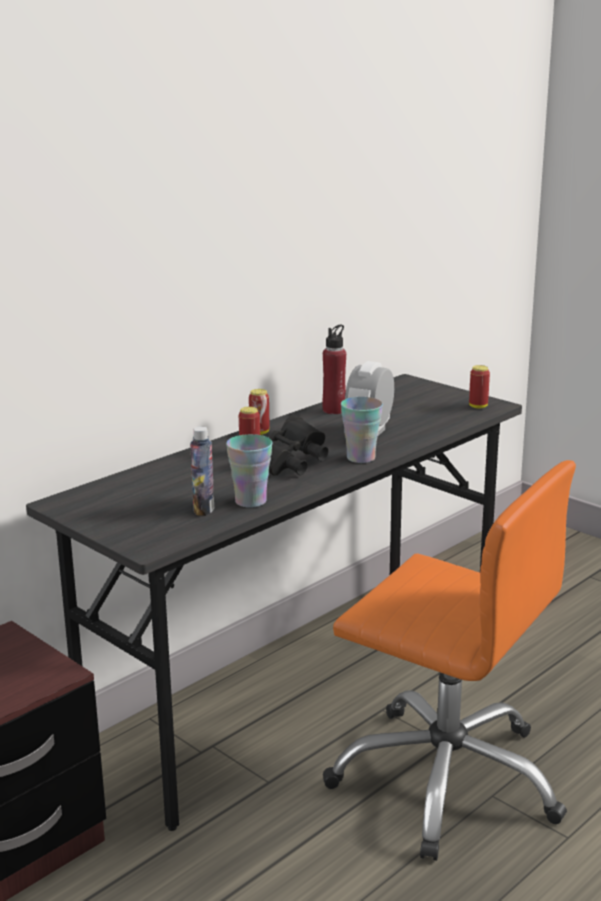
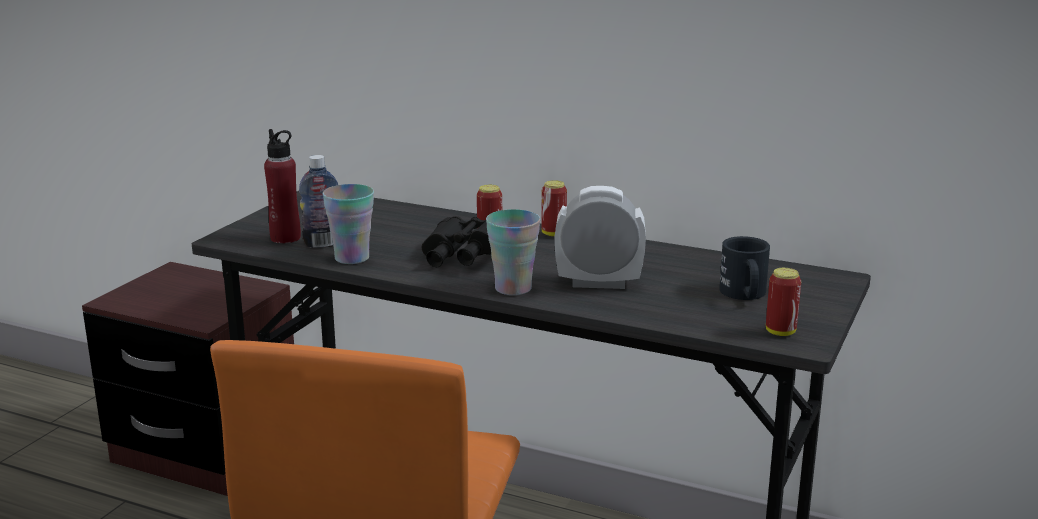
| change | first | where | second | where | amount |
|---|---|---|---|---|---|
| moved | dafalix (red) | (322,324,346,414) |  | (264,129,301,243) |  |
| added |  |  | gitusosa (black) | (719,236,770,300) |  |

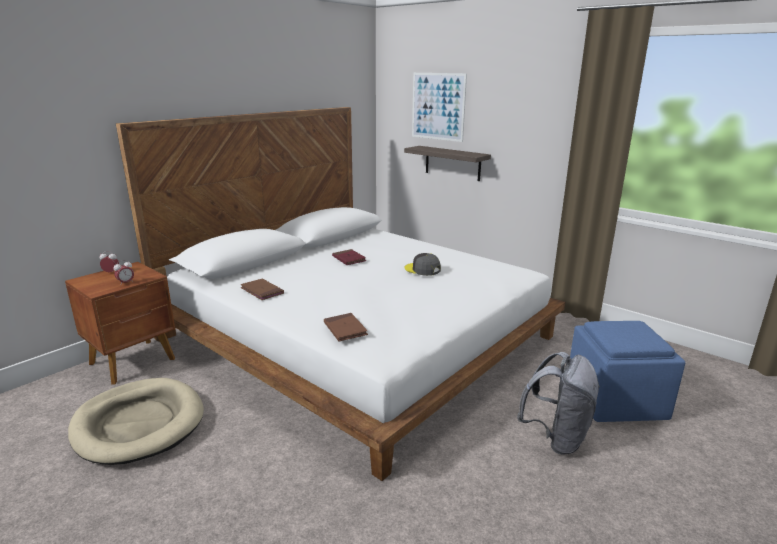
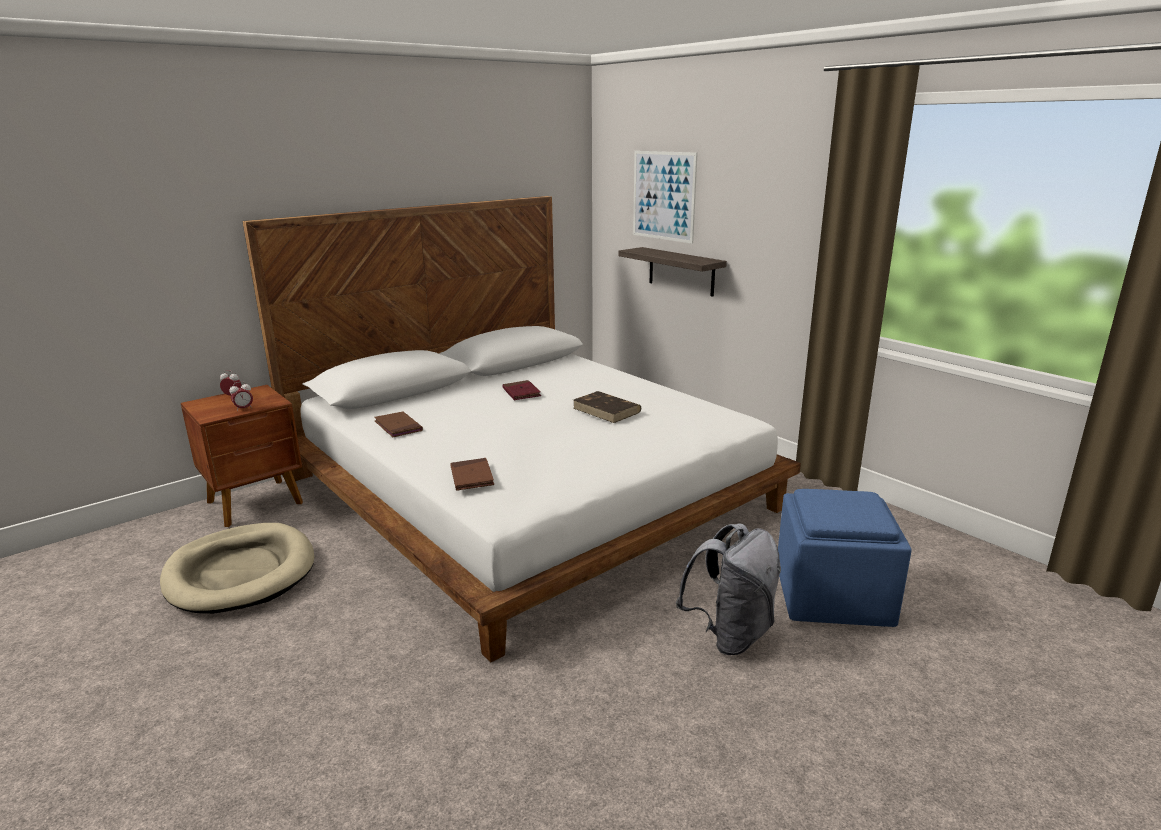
| change | first | where | second | where | amount |
|---|---|---|---|---|---|
| replaced | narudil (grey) | (404,253,441,276) | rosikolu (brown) | (573,391,641,423) |  |

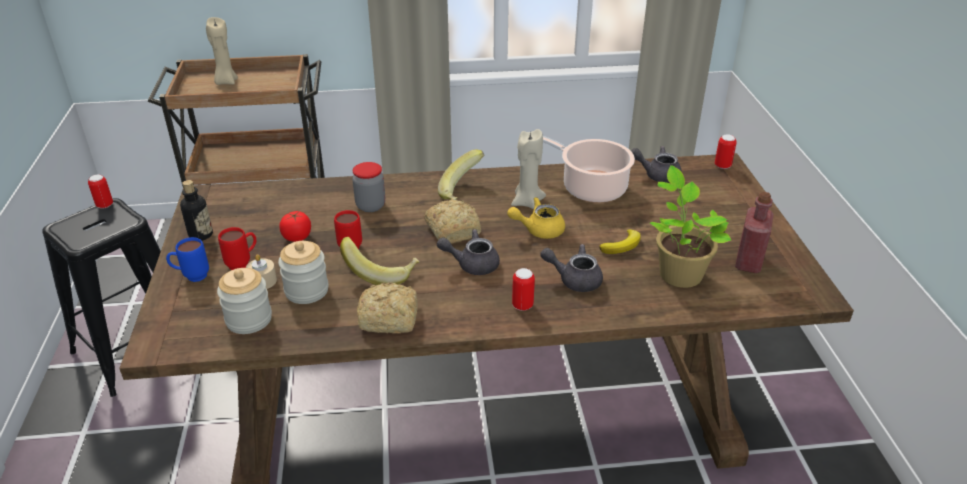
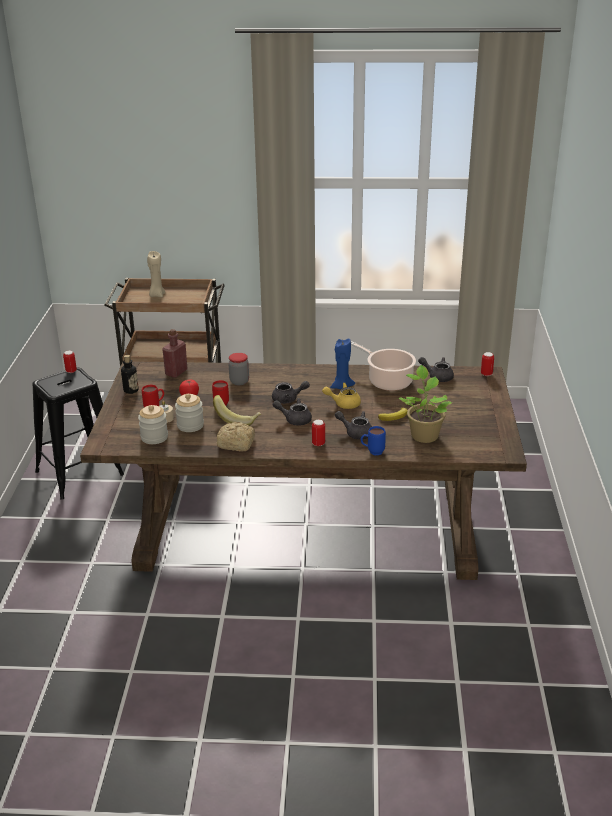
| change | first | where | second | where | amount |
|---|---|---|---|---|---|
| moved | gitusosa (blue) | (166,237,209,282) |  | (361,426,386,455) |  |
| replaced | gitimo | (424,199,481,244) | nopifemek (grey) | (272,381,310,404) |  |
| removed | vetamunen | (438,149,484,200) |  |  |  |
| recoloured | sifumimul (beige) | (511,129,546,209) | sifumimul (blue) | (330,338,355,389) |  |
| moved | dafalix (red) | (735,192,773,273) |  | (162,329,188,378) |  |

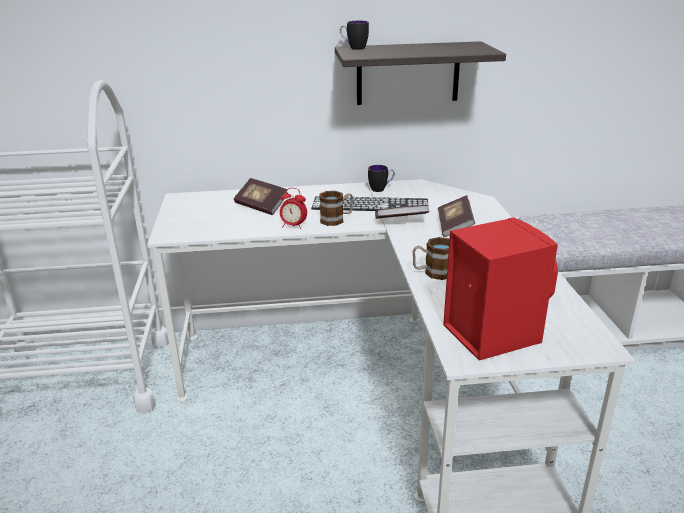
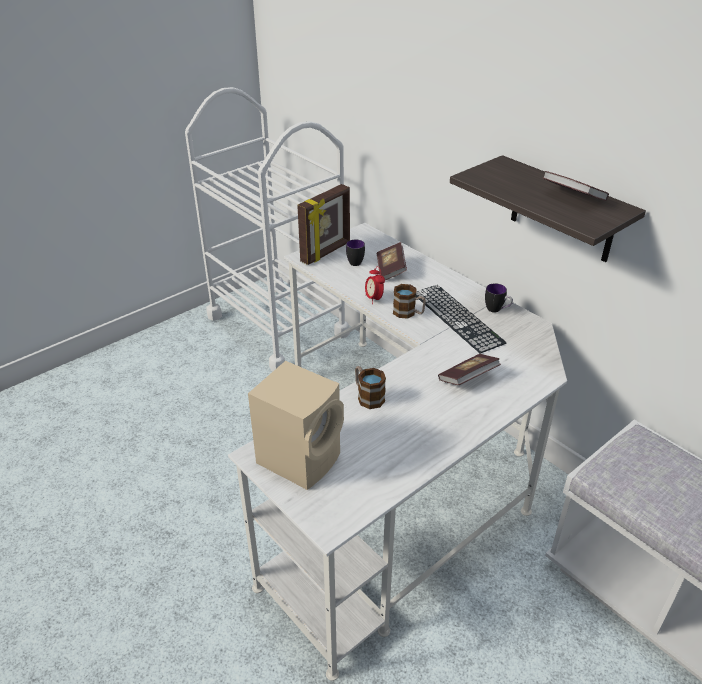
| change | first | where | second | where | amount |
|---|---|---|---|---|---|
| moved | gitusosa | (340,21,369,50) |  | (346,239,365,266) |  |
| moved | rosikolu | (375,205,429,219) |  | (543,171,609,201) |  |
| recoloured | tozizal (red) | (443,217,558,361) | tozizal (beige) | (248,361,344,490) |  |
| added |  |  | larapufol | (297,184,350,265) |  |

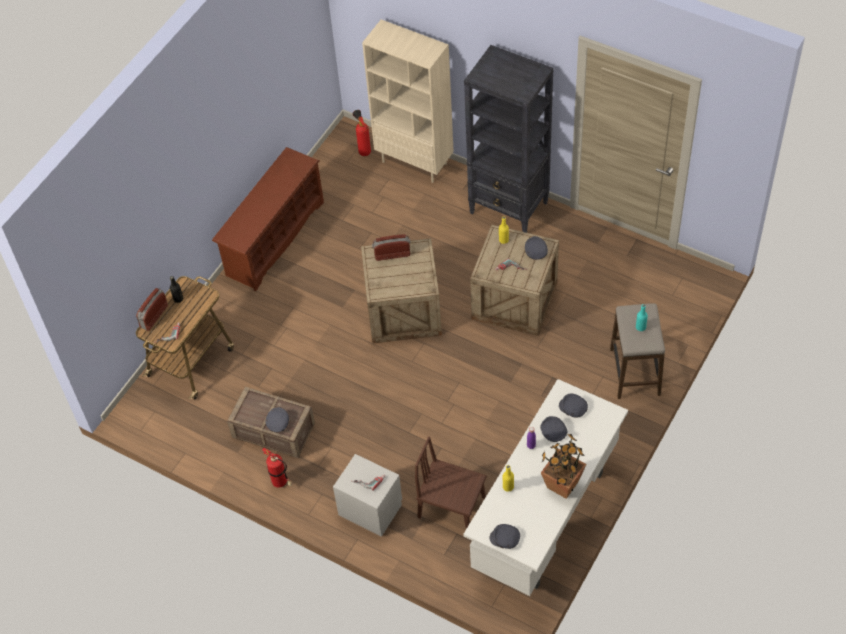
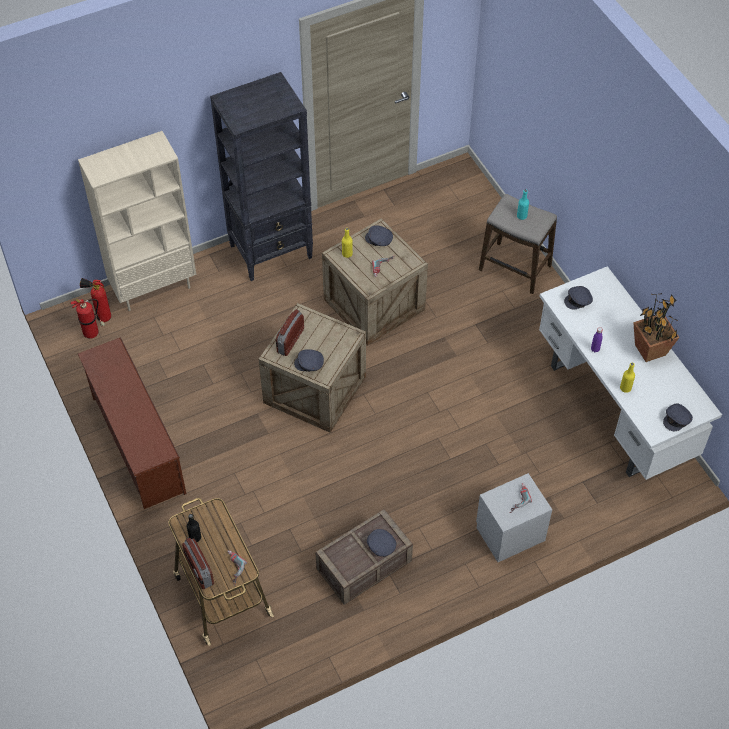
| change | first | where | second | where | amount |
|---|---|---|---|---|---|
| moved | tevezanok | (262,448,292,487) |  | (70,299,105,339) |  |
| removed | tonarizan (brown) | (415,436,487,529) |  |  |  |
| moved | narudil (grey) | (540,416,567,442) |  | (294,349,324,372) |  |

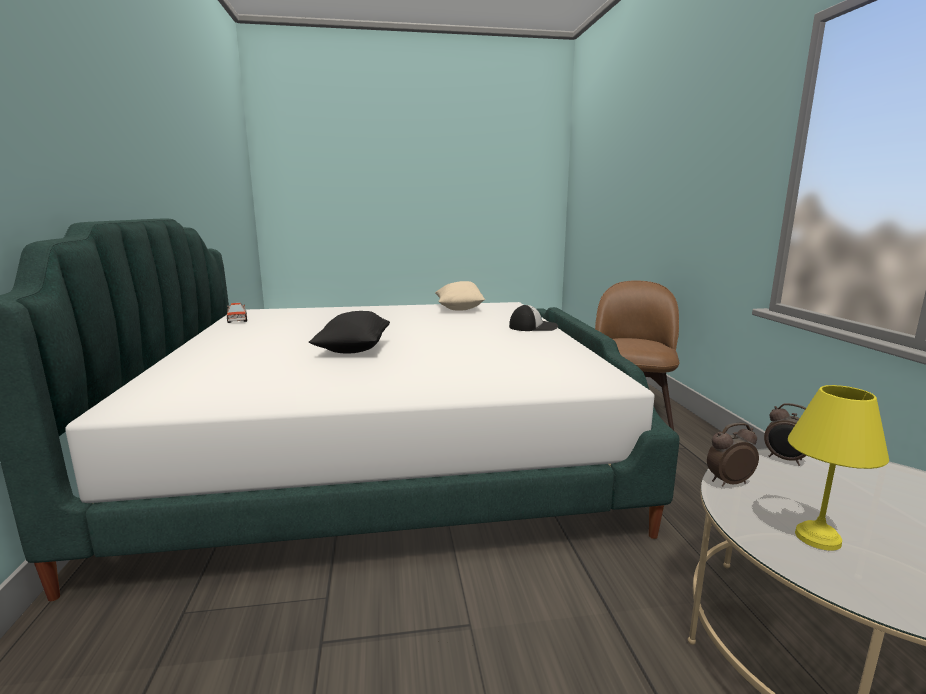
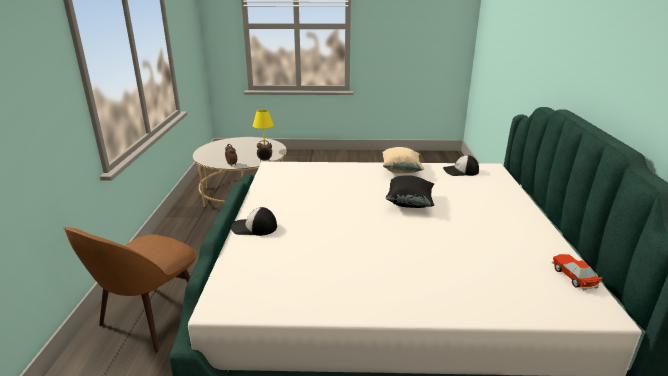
| change | first | where | second | where | amount |
|---|---|---|---|---|---|
| moved | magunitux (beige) | (435,281,485,311) |  | (382,147,425,173) |  |
| added |  |  | narudil | (443,155,479,176) |  |

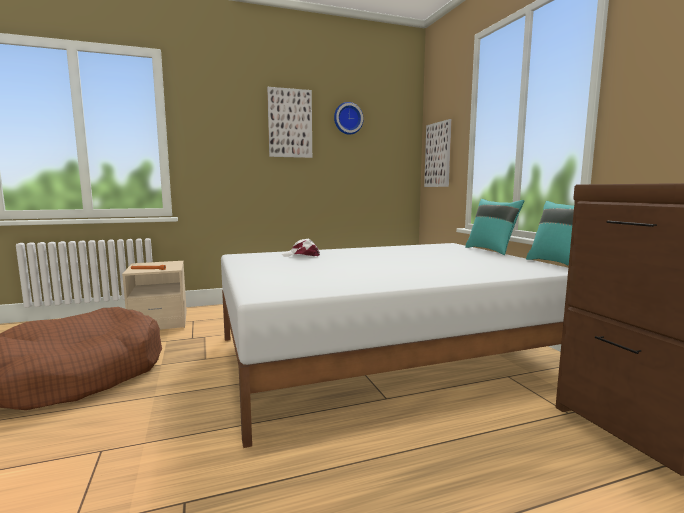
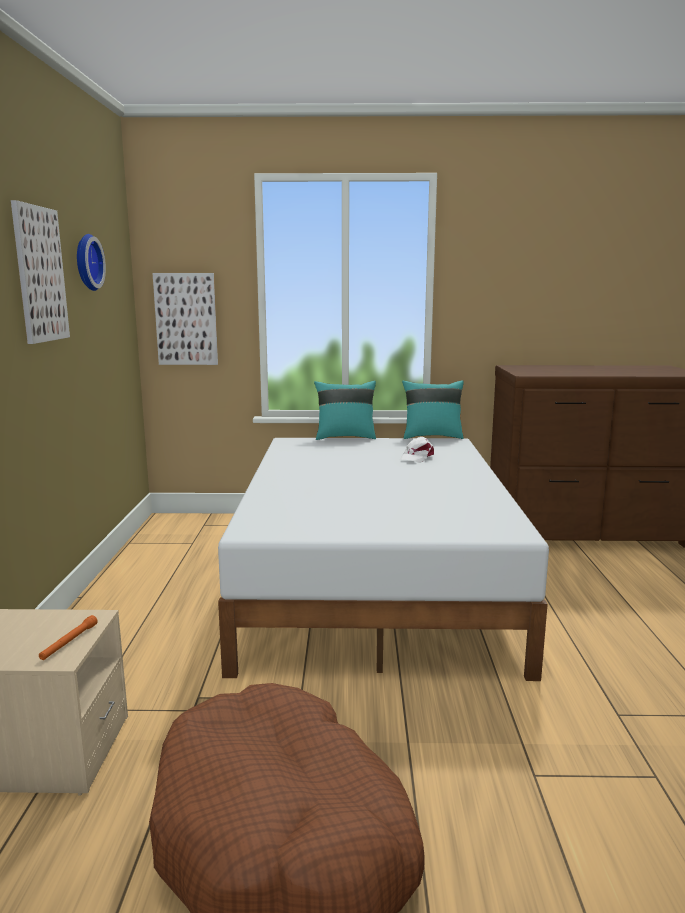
| change | first | where | second | where | amount |
|---|---|---|---|---|---|
| moved | narudil (white) | (282,239,320,257) |  | (400,437,434,463) |  |

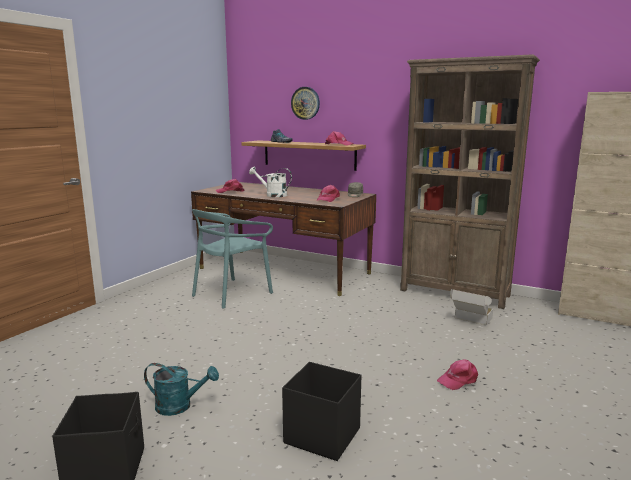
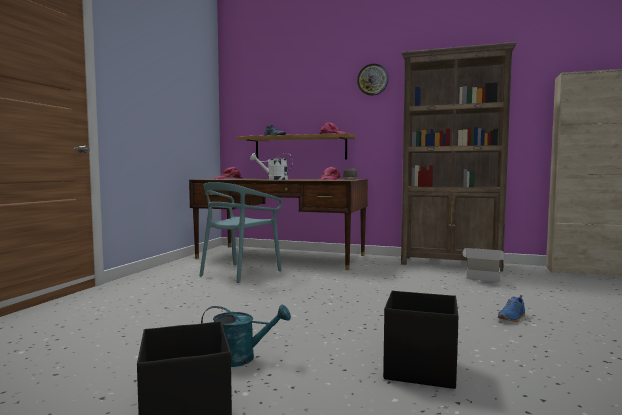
| change | first | where | second | where | amount |
|---|---|---|---|---|---|
| moved | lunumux | (291,87,320,120) |  | (357,64,388,96) |  |
| replaced | narudil (pink) | (437,359,478,390) | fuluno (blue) | (498,295,525,322) |  |

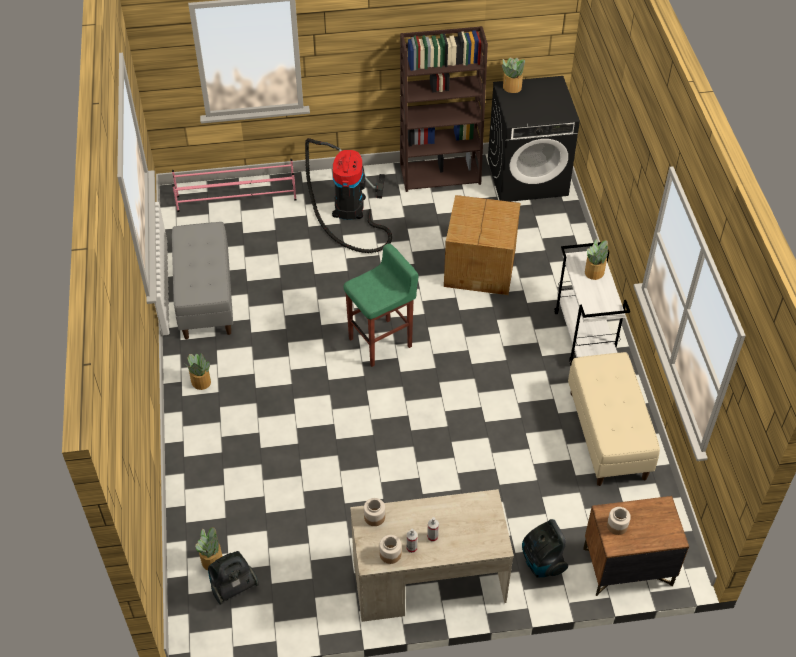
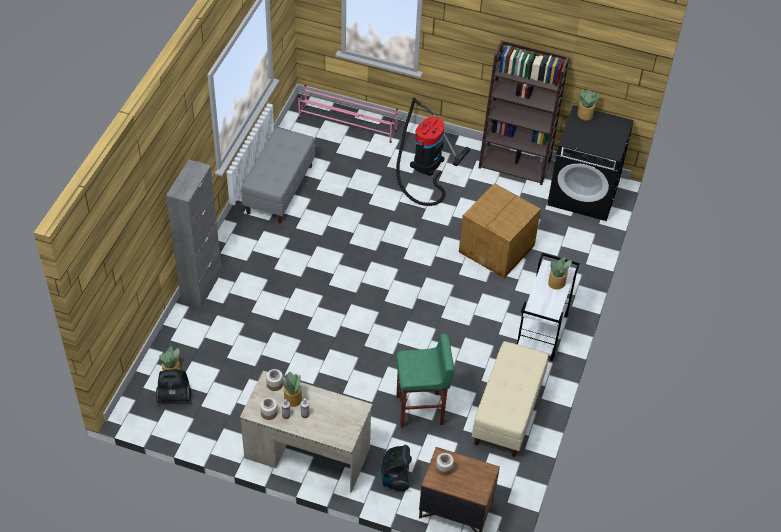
| change | first | where | second | where | amount |
|---|---|---|---|---|---|
| moved | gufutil | (187,353,211,390) |  | (281,372,302,407) |  |
| moved | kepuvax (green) | (344,244,418,367) |  | (396,334,454,428) |  |
| added |  |  | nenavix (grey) | (166,159,222,308) |  |

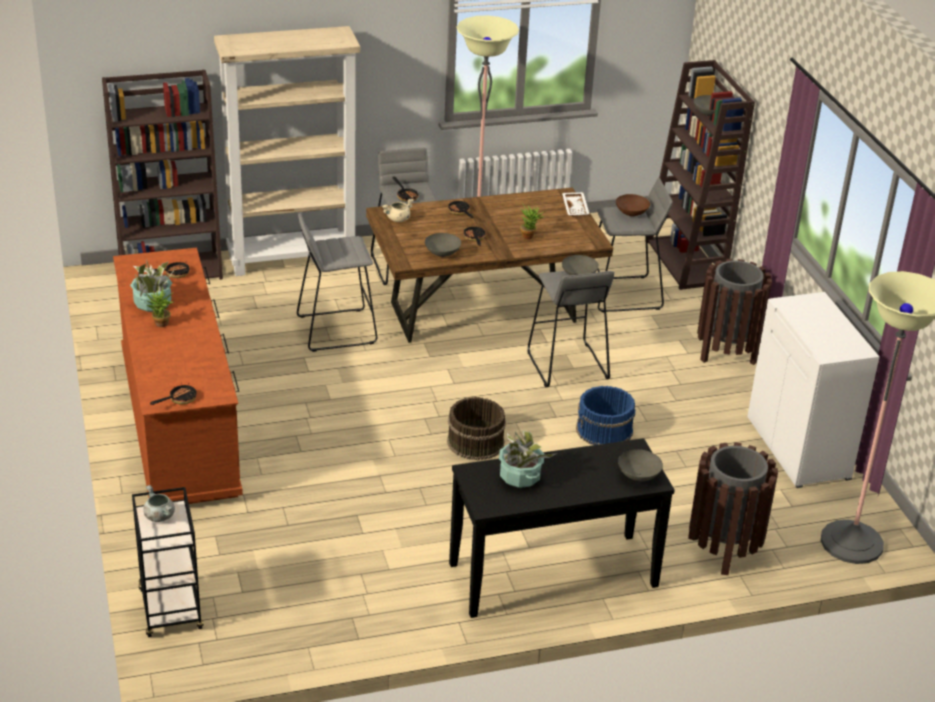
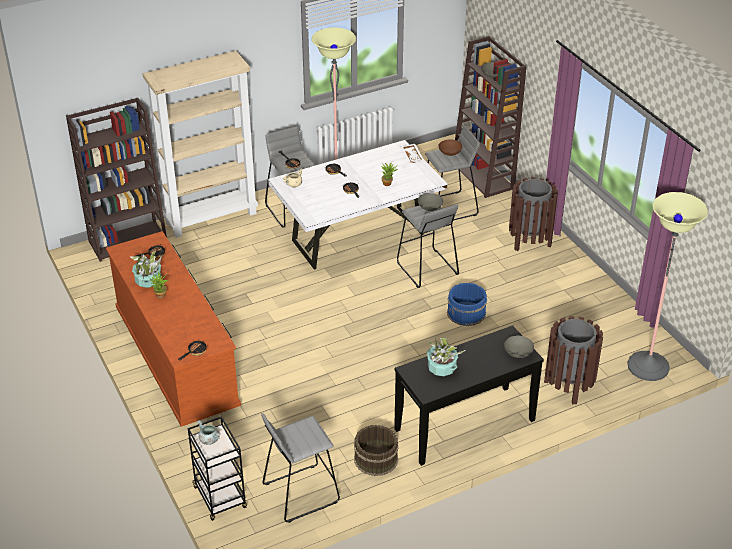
| change | first | where | second | where | amount |
|---|---|---|---|---|---|
| moved | kepuvax (grey) | (297,214,377,352) |  | (261,413,340,523) |  |
| recoloured | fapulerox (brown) | (366,187,613,343) | fapulerox (white) | (268,140,447,270) |  |
| removed | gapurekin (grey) | (425,233,461,257) |  |  |  |
| moved | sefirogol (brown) | (447,397,506,460) |  | (354,425,399,476) |  |
| removed | nenavix (white) | (747,292,880,488) |  |  |  |

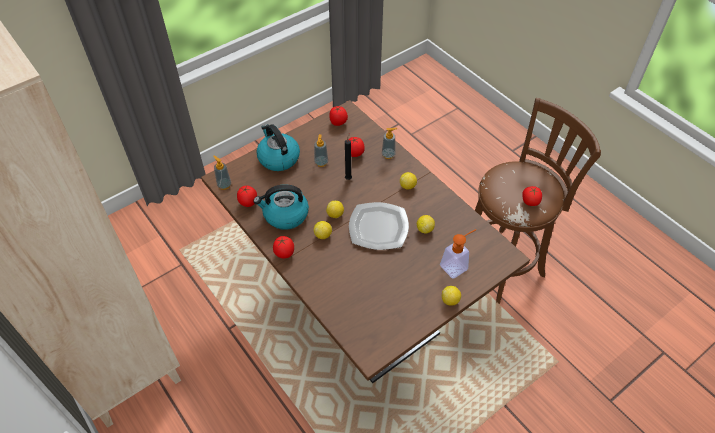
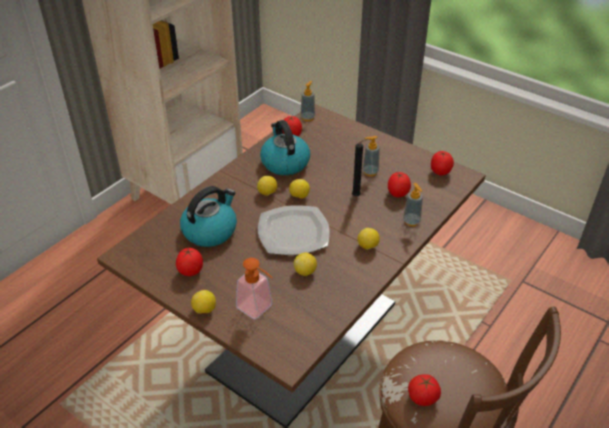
| change | first | where | second | where | amount |
|---|---|---|---|---|---|
| moved | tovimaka | (257,124,300,171) |  | (180,186,237,247) |  |
| moved | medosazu | (273,236,294,258) |  | (176,248,203,276) |  |

